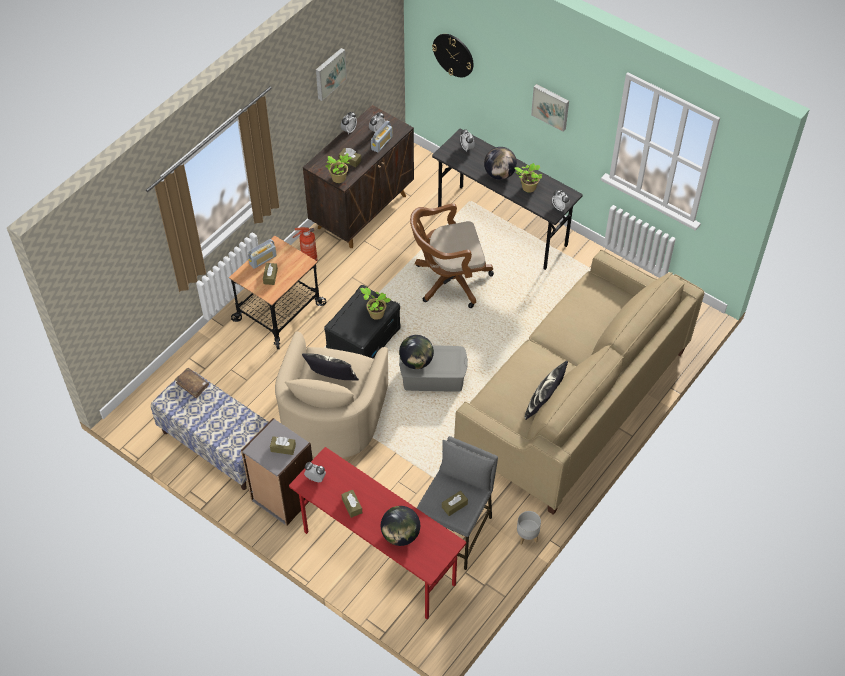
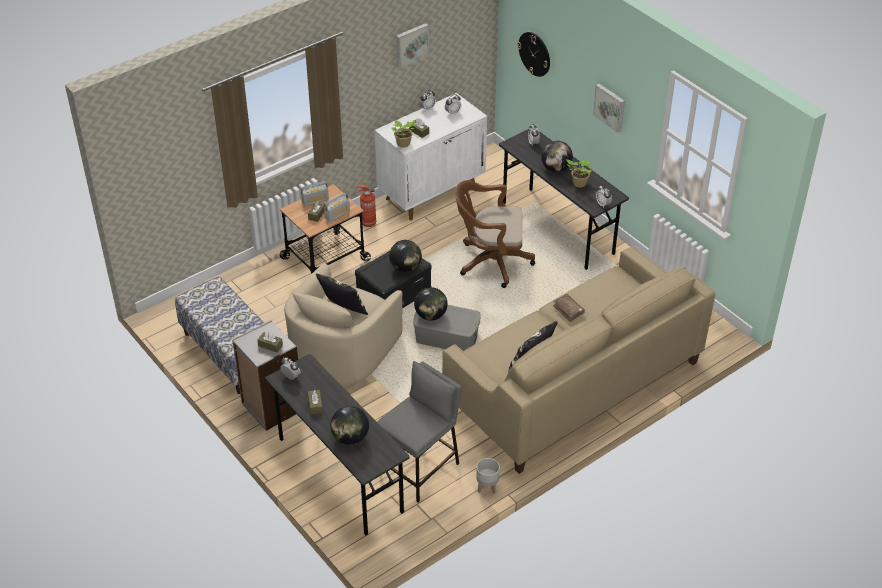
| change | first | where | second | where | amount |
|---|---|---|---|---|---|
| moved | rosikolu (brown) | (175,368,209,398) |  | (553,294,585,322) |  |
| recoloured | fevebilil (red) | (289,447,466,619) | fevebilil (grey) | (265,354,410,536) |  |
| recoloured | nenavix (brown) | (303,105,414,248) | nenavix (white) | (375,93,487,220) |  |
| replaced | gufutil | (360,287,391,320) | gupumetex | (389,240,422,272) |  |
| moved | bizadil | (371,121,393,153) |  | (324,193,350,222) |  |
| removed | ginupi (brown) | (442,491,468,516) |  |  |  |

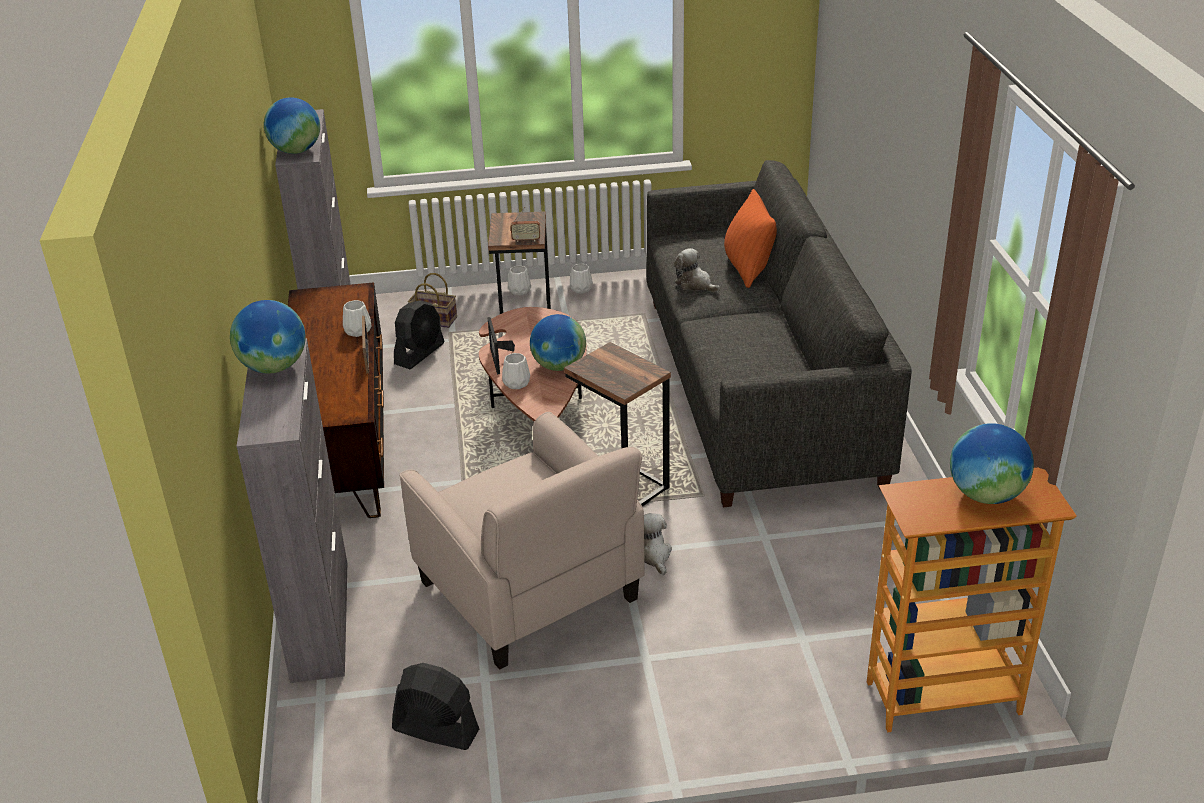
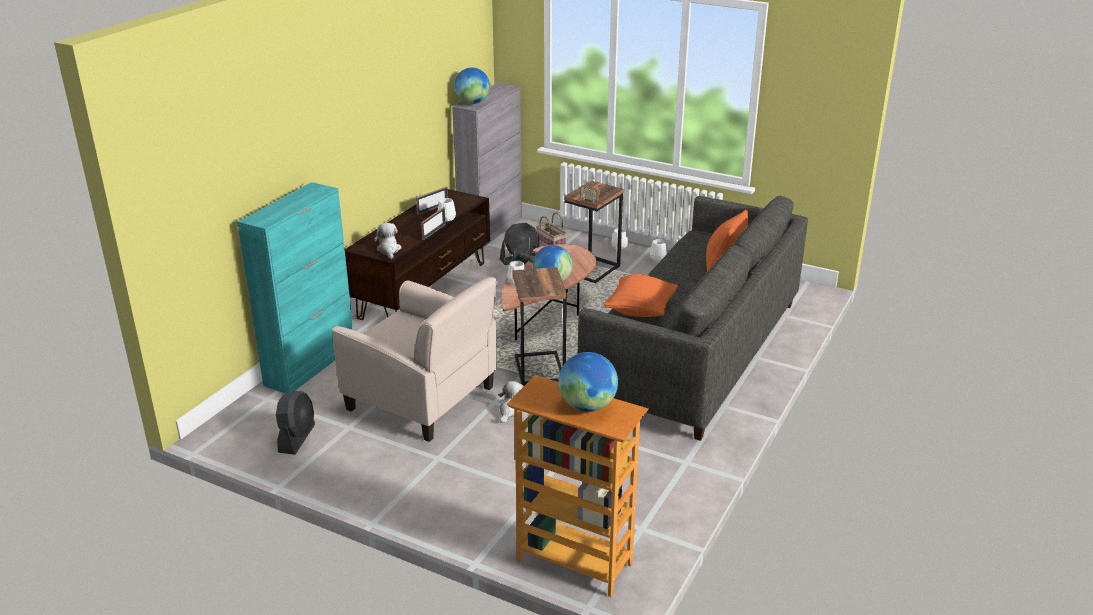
| change | first | where | second | where | amount |
|---|---|---|---|---|---|
| removed | gupumetex | (230,300,306,374) |  |  |  |
| recoloured | nenavix (grey) | (237,338,347,683) | nenavix (turquoise) | (237,182,353,394) |  |
| turned | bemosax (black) | (392,663,479,750) |  | (276,391,315,455) | 45 degrees clockwise |
| turned | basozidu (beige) | (399,412,644,669) |  | (332,277,497,442) | 60 degrees counterclockwise |
| moved | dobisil | (674,248,720,293) |  | (374,223,401,259) |  |
| added |  |  | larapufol | (416,187,448,215) |  |
| added |  |  | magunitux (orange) | (604,274,678,317) |  |

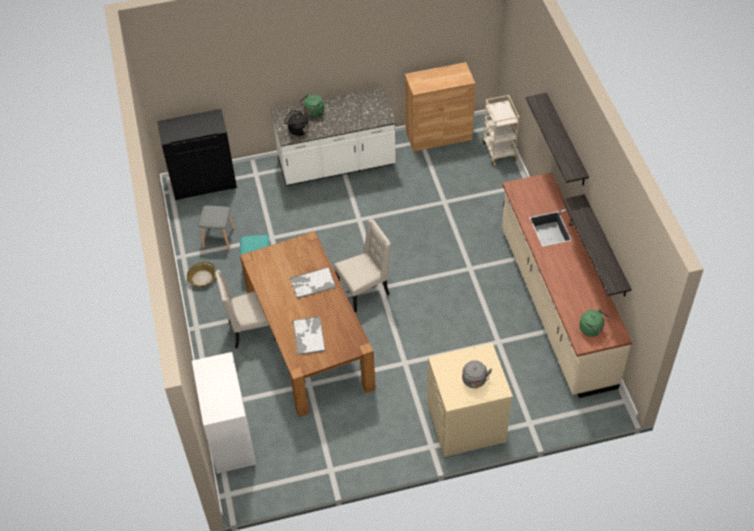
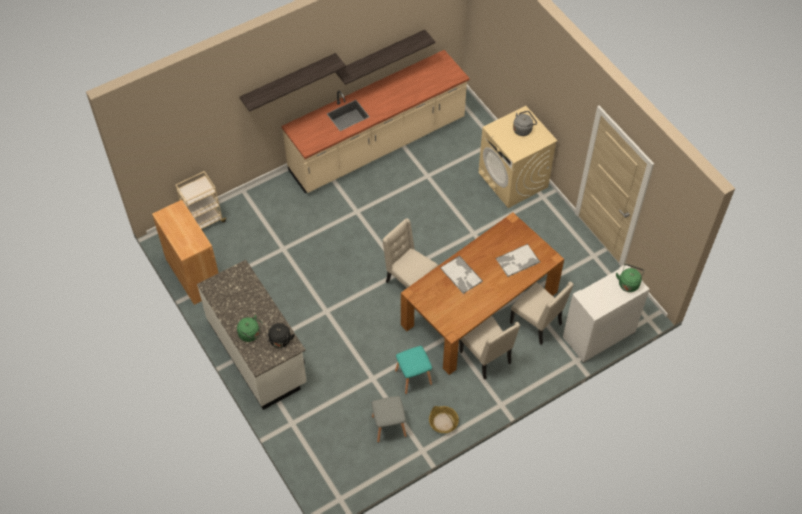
| change | first | where | second | where | amount |
|---|---|---|---|---|---|
| removed | nenavix (black) | (157,109,237,200) |  |  |  |
| moved | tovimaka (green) | (579,309,610,337) |  | (616,264,644,292) |  |
| added |  |  | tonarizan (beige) | (510,282,574,345) |  |

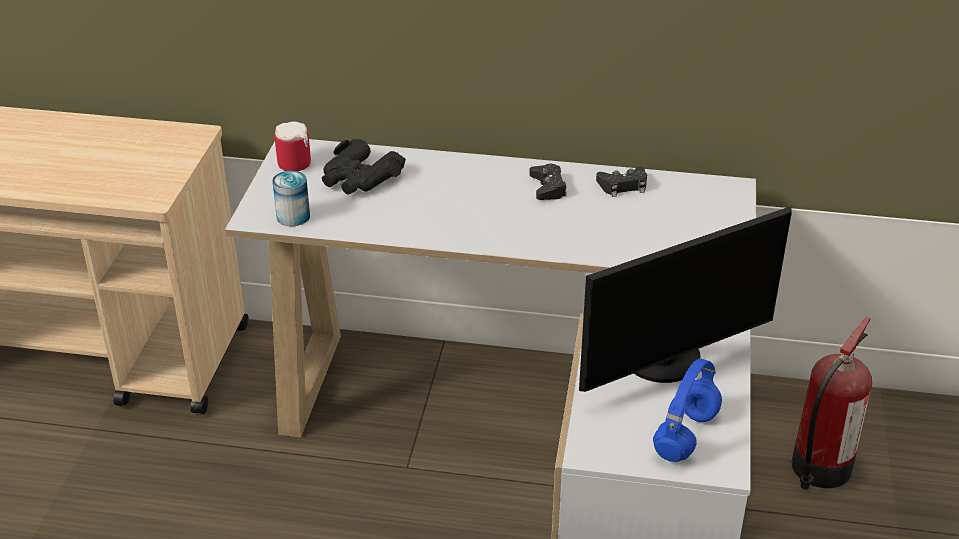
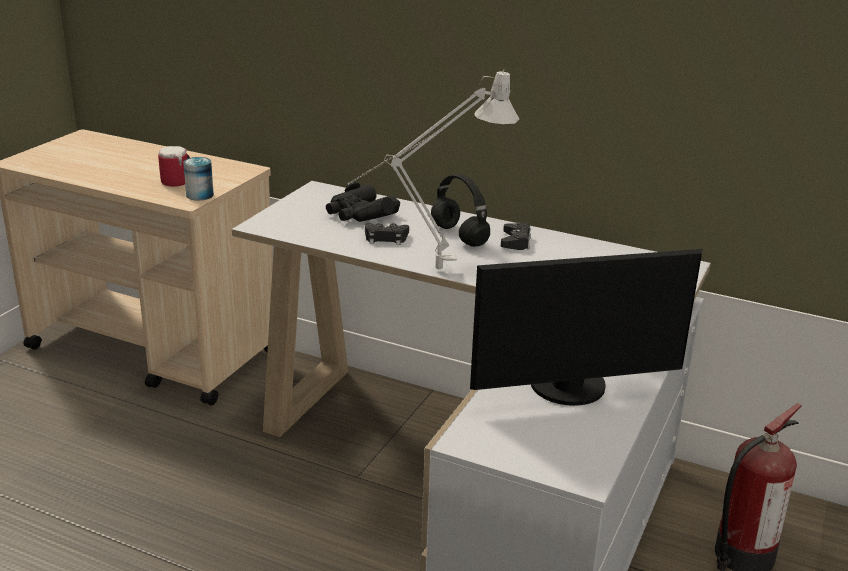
| change | first | where | second | where | amount |
|---|---|---|---|---|---|
| moved | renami | (272,171,310,226) |  | (183,157,214,200) |  |
| moved | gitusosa | (274,121,311,171) |  | (158,146,190,187) |  |
| moved | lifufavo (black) | (596,167,647,197) |  | (365,222,409,245) |  |
| removed | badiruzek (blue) | (653,358,722,462) |  |  |  |
| added |  |  | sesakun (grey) | (347,69,519,269) |  |
| added |  |  | badiruzek (black) | (431,174,490,247) |  |

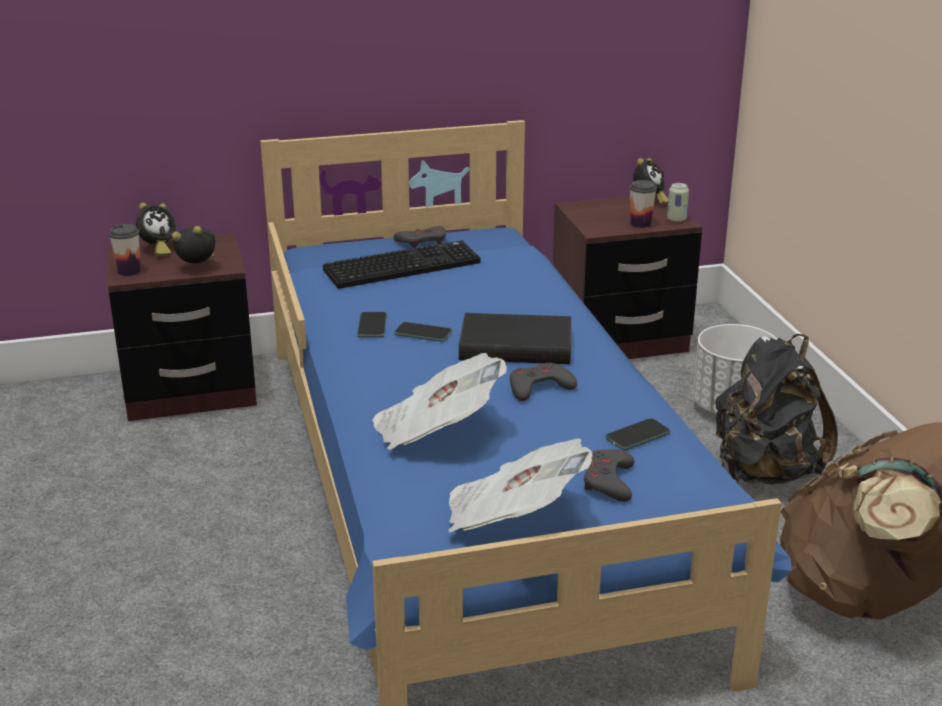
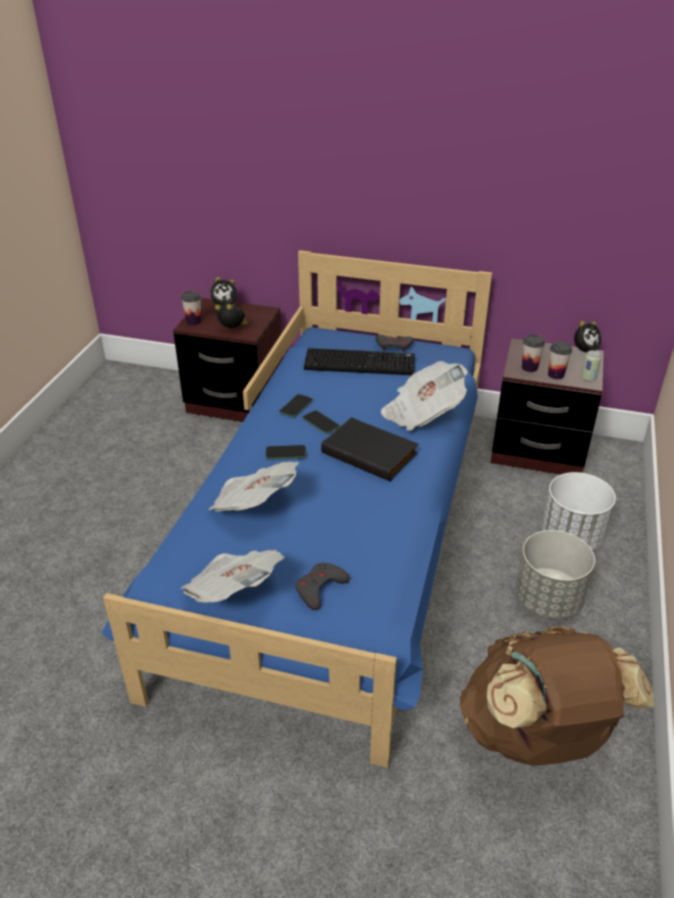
| change | first | where | second | where | amount |
|---|---|---|---|---|---|
| removed | lifufavo (grey) | (510,363,577,401) |  |  |  |
| moved | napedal | (605,418,671,450) |  | (265,445,306,460) |  |
| replaced | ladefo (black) | (715,334,838,485) | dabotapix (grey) | (515,530,595,619) |  |
| added |  |  | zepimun | (381,361,468,431) |  |
| added |  |  | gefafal | (522,335,545,372) |  |

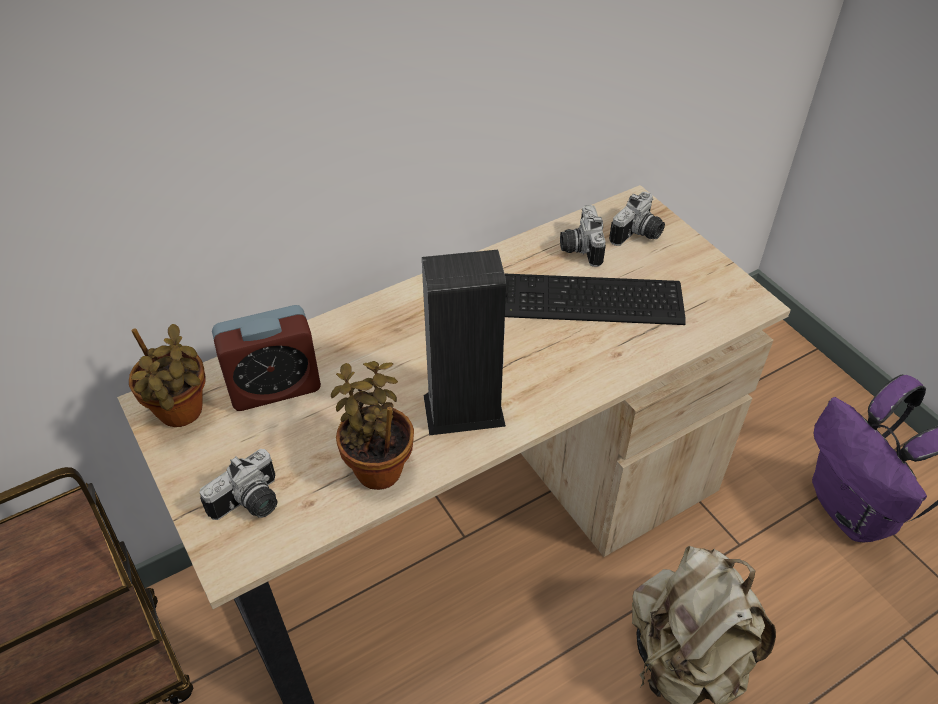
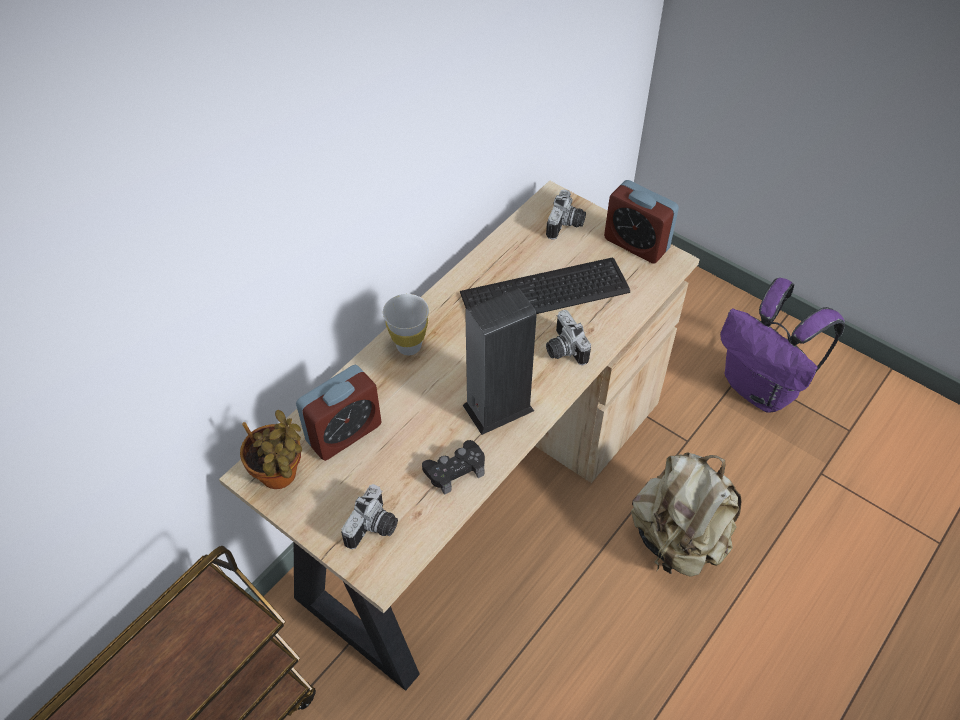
| change | first | where | second | where | amount |
|---|---|---|---|---|---|
| replaced | gufutil | (331,361,414,490) | lifufavo (black) | (422,440,485,495) |  |
| moved | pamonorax | (560,205,606,267) |  | (546,310,591,365) |  |
| added |  |  | gefafal (white) | (383,294,429,355) |  |
| added |  |  | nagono | (604,180,679,263) |  |

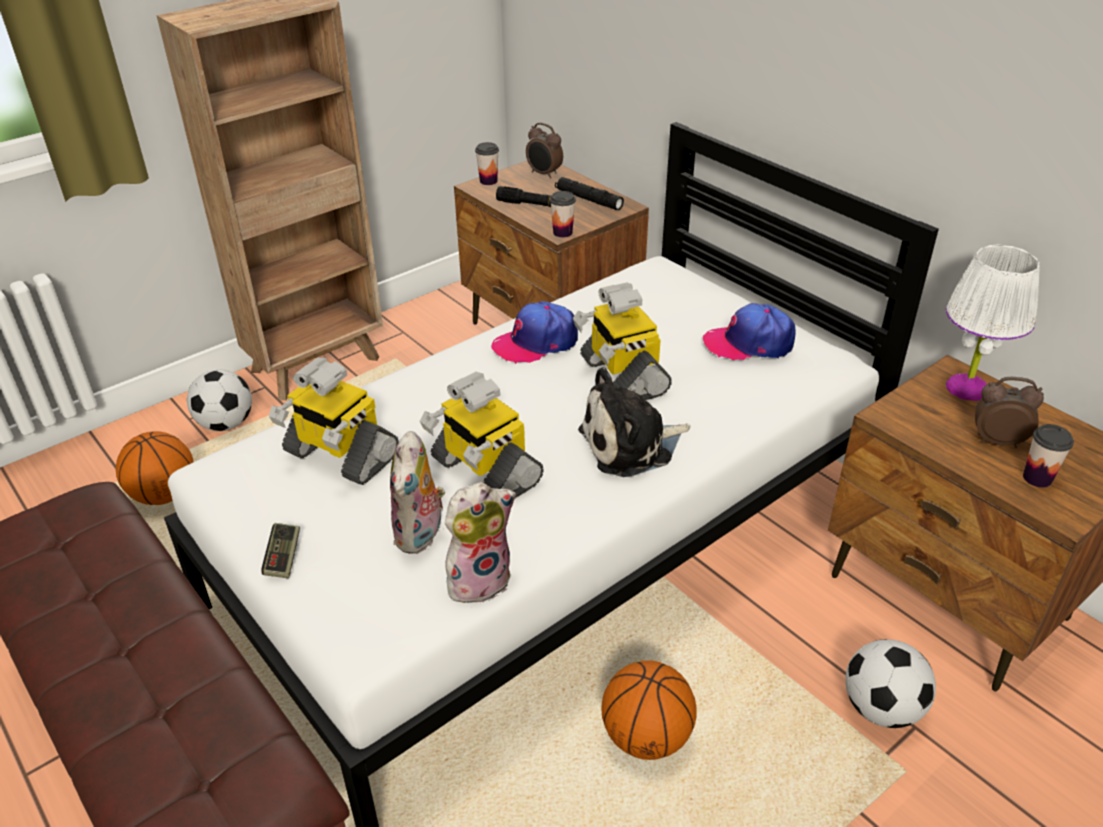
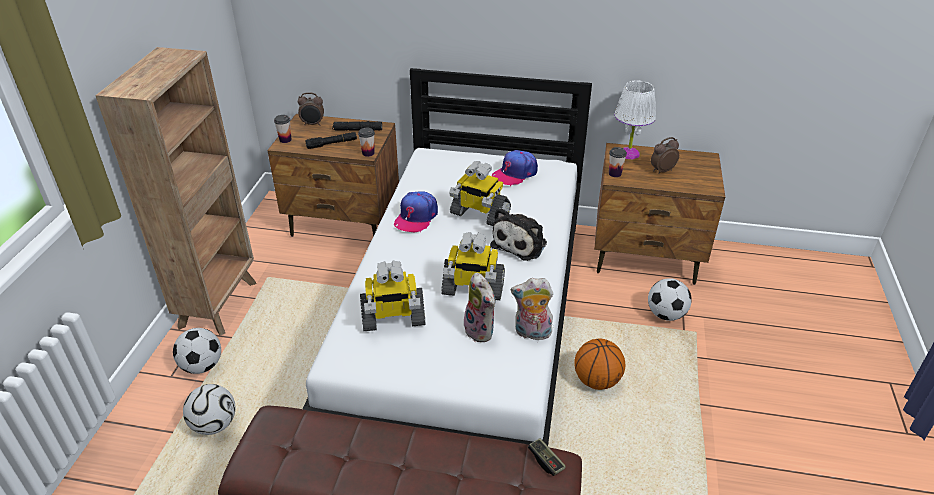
| change | first | where | second | where | amount |
|---|---|---|---|---|---|
| replaced | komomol | (116,432,194,505) | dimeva | (183,384,235,435) |  |
| moved | lifufavo | (261,523,300,578) |  | (528,438,566,476) |  |
| turned | dobisil | (445,482,516,607) |  | (511,278,553,340) | 105 degrees counterclockwise |
| moved | gefafal | (1023,424,1074,488) |  | (609,147,627,177) |  |

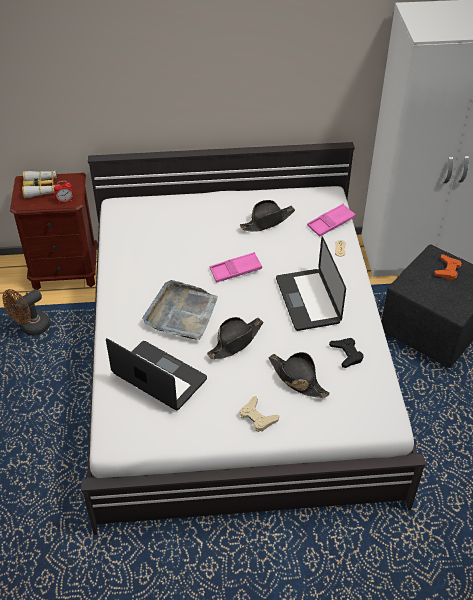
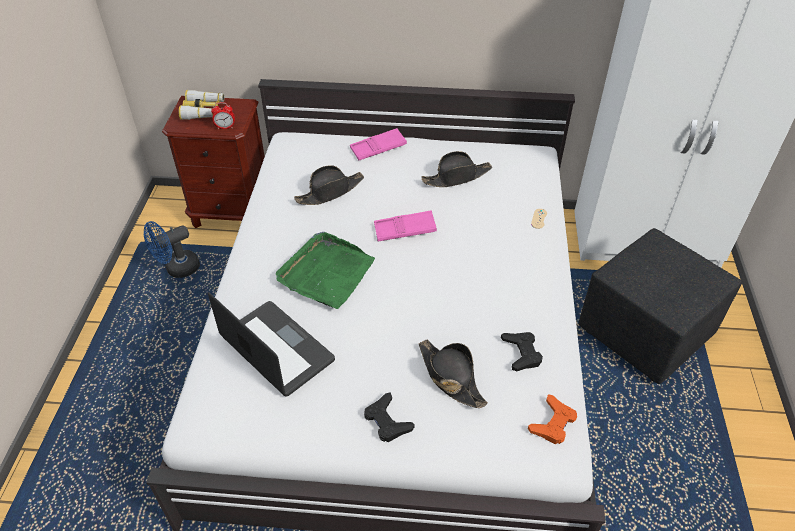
| change | first | where | second | where | amount |
|---|---|---|---|---|---|
| recoloured | bemosax (brown) | (3,289,50,336) | bemosax (blue) | (144,221,200,278) |  |
| recoloured | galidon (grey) | (142,280,218,340) | galidon (green) | (276,232,375,309) |  |
| moved | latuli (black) | (207,317,263,359) |  | (294,165,364,205) |  |
| recoloured | lifufavo (beige) | (239,396,279,432) | lifufavo (black) | (364,392,415,442) |  |
| removed | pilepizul | (276,236,346,331) |  |  |  |
| moved | galidon (pink) | (307,204,356,237) |  | (350,128,407,160) |  |
| moved | lifufavo (orange) | (434,254,462,280) |  | (528,394,577,444) |  |

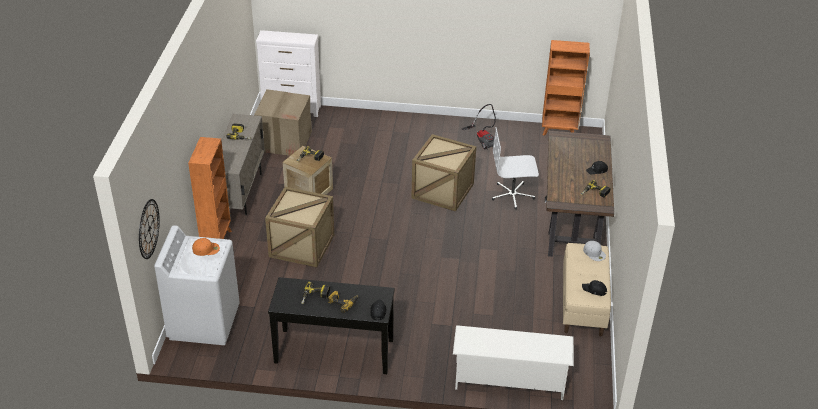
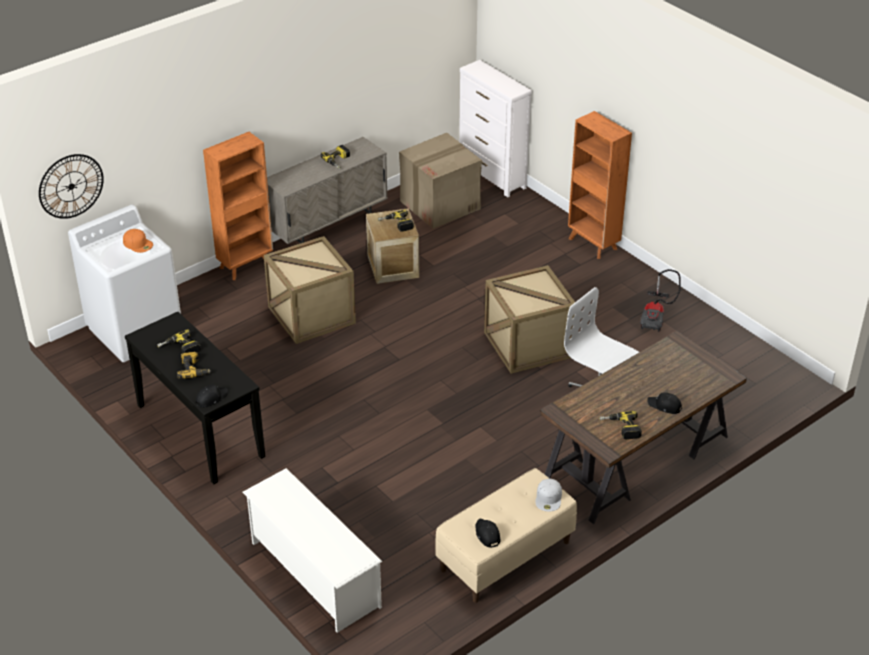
| change | first | where | second | where | amount |
|---|---|---|---|---|---|
| moved | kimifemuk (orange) | (542,40,590,136) |  | (568,111,632,259) |  |

